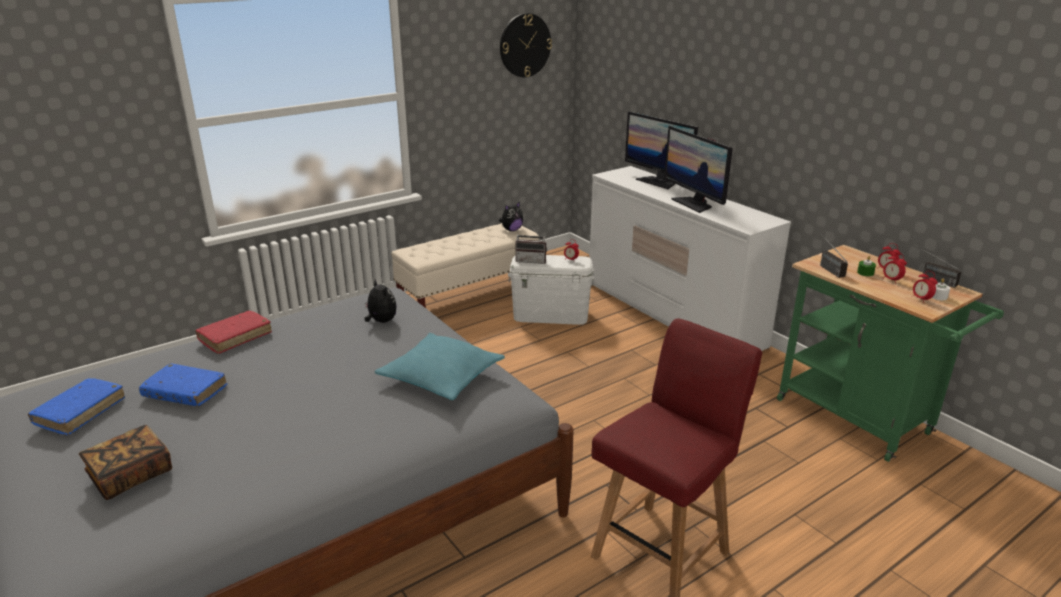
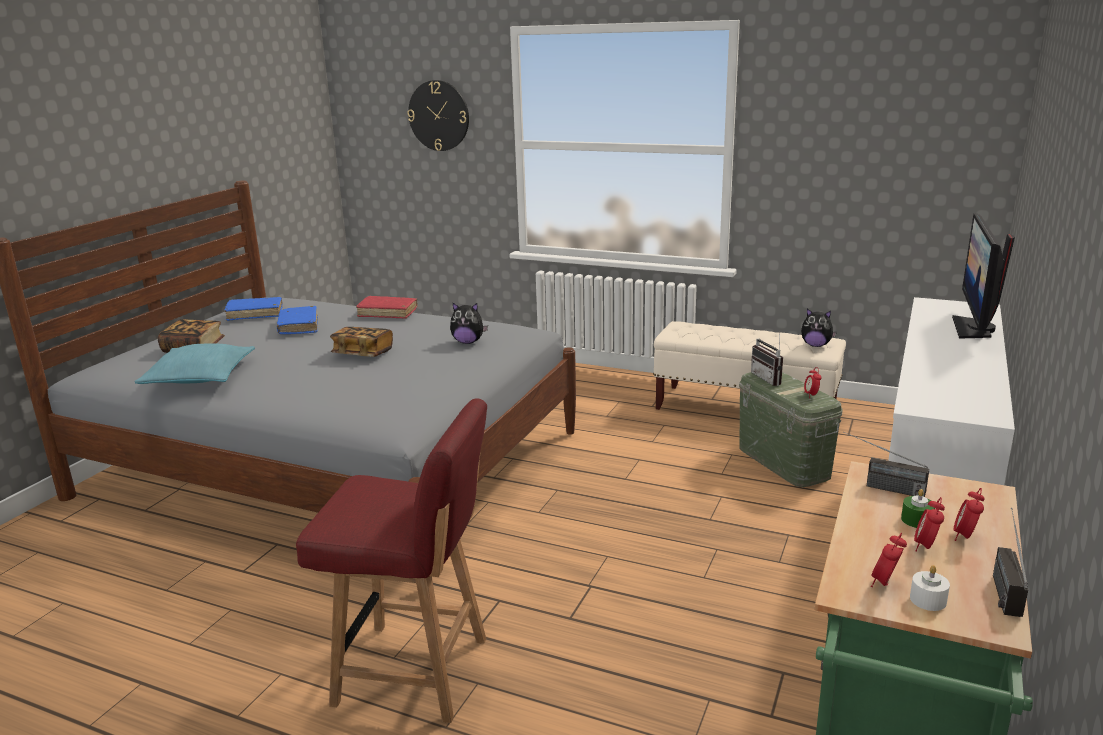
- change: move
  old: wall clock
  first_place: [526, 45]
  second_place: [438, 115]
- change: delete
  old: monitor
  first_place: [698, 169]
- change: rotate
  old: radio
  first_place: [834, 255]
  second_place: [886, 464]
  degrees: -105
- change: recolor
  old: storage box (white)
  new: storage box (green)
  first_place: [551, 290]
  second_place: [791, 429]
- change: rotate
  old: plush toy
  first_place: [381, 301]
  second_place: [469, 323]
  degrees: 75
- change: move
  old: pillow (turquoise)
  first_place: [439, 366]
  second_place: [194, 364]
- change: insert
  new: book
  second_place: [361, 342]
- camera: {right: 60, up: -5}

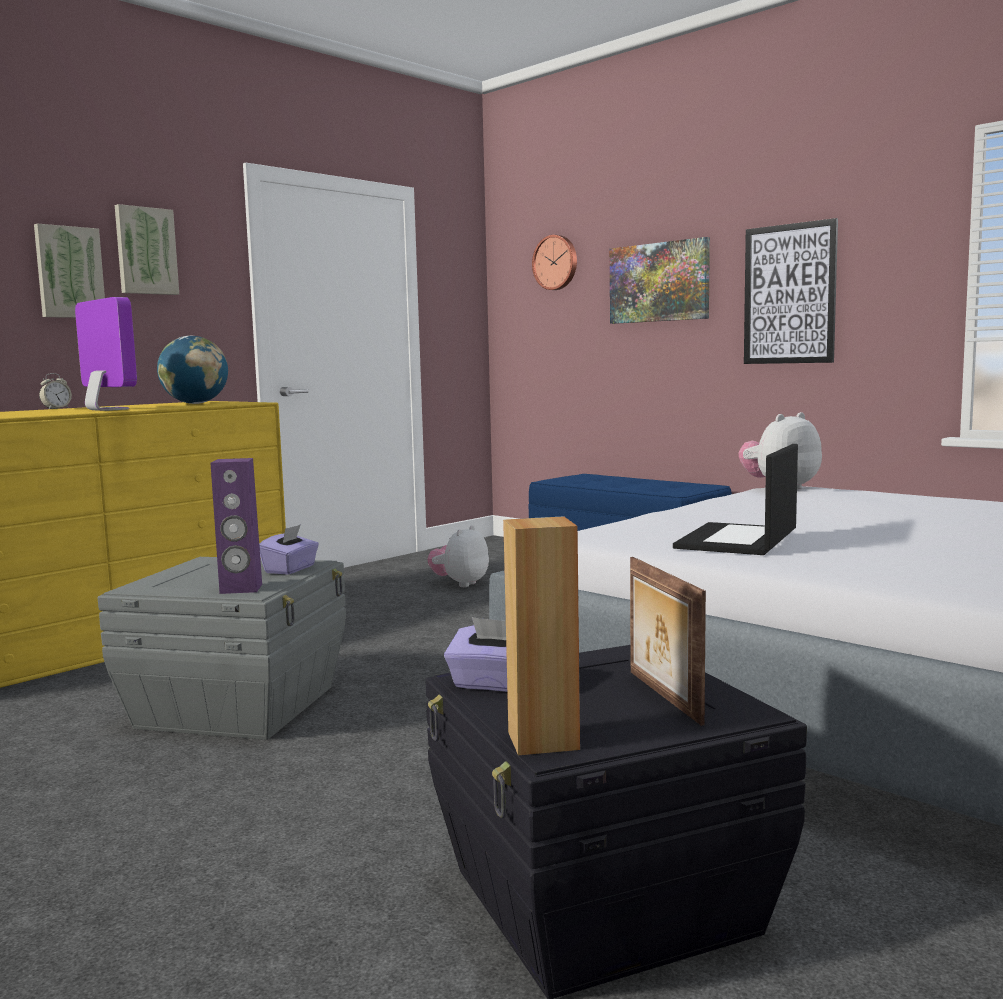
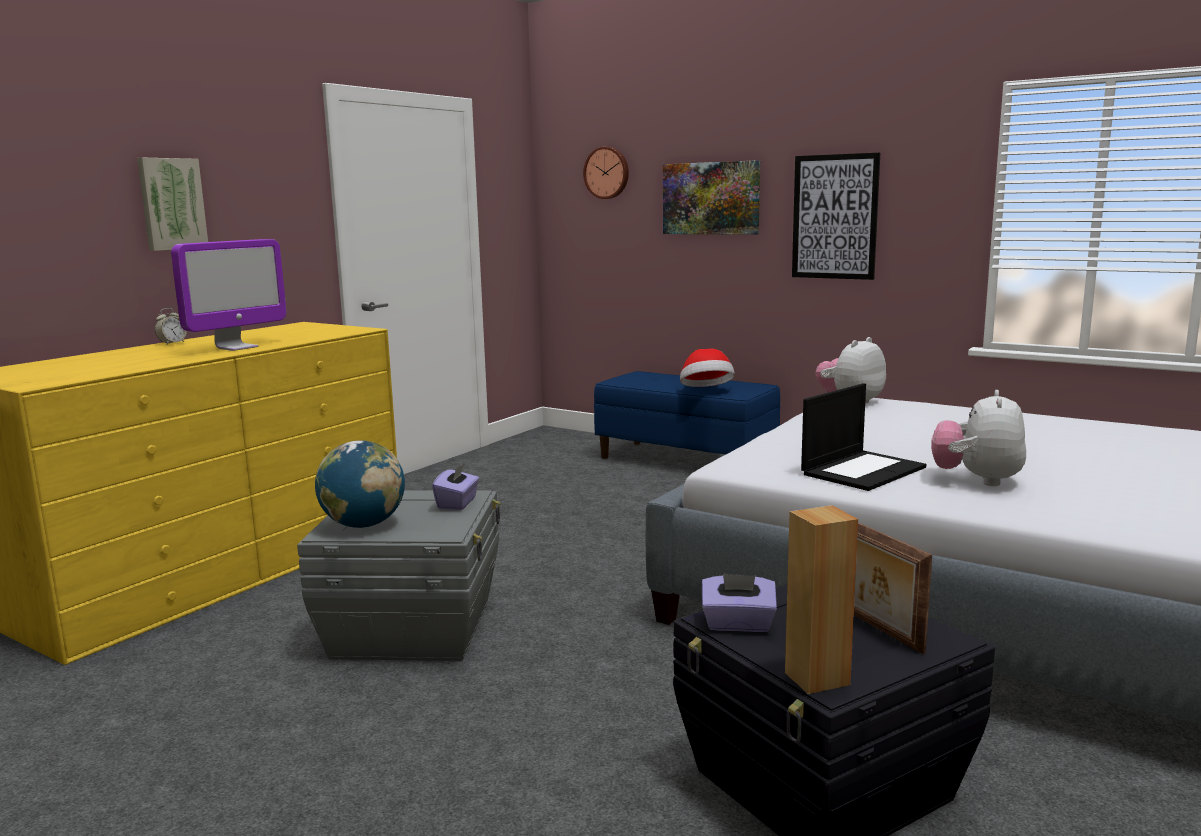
- change: delete
  old: picture
  first_place: [147, 249]
- change: rotate
  old: monitor
  first_place: [106, 354]
  second_place: [228, 295]
  degrees: 90
- change: move
  old: globe
  first_place: [192, 370]
  second_place: [360, 484]
- change: rotate
  old: laptop
  first_place: [735, 499]
  second_place: [863, 437]
  degrees: -150
- change: delete
  old: speaker (purple)
  first_place: [236, 526]
- change: move
  old: plush toy
  first_place: [458, 556]
  second_place: [978, 438]
- change: insert
  new: hat
  second_place: [707, 368]
- camera: {right: -10, up: 5}

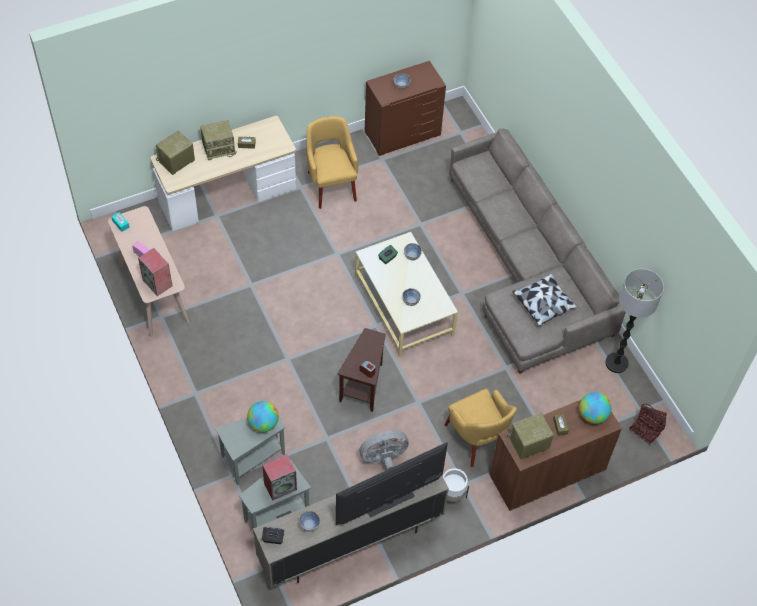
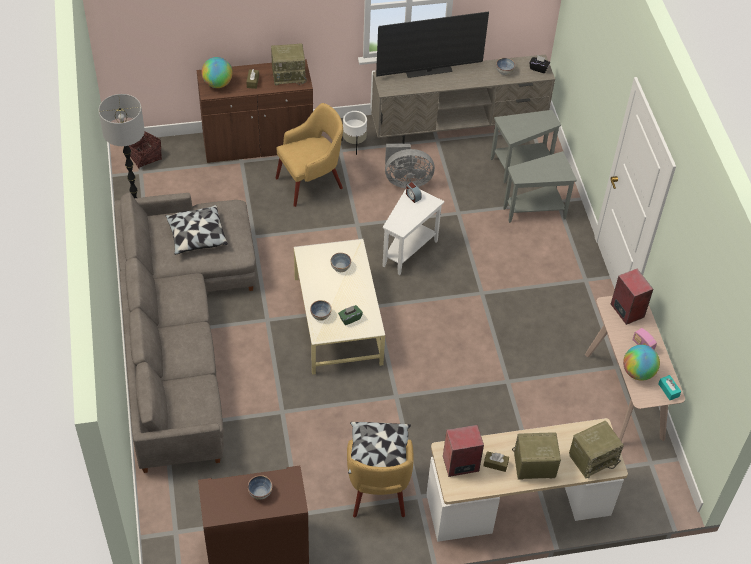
- change: recolor
  old: side table (brown)
  new: side table (white)
  first_place: [362, 370]
  second_place: [413, 232]
- change: rotate
  old: armchair (yellow)
  first_place: [481, 428]
  second_place: [309, 155]
  degrees: 75
- change: move
  old: globe
  first_place: [263, 416]
  second_place: [641, 363]
- change: move
  old: speaker
  first_place: [279, 477]
  second_place: [463, 450]
- change: insert
  new: pillow
  second_place: [379, 448]
- camera: {right: -165, up: -5}

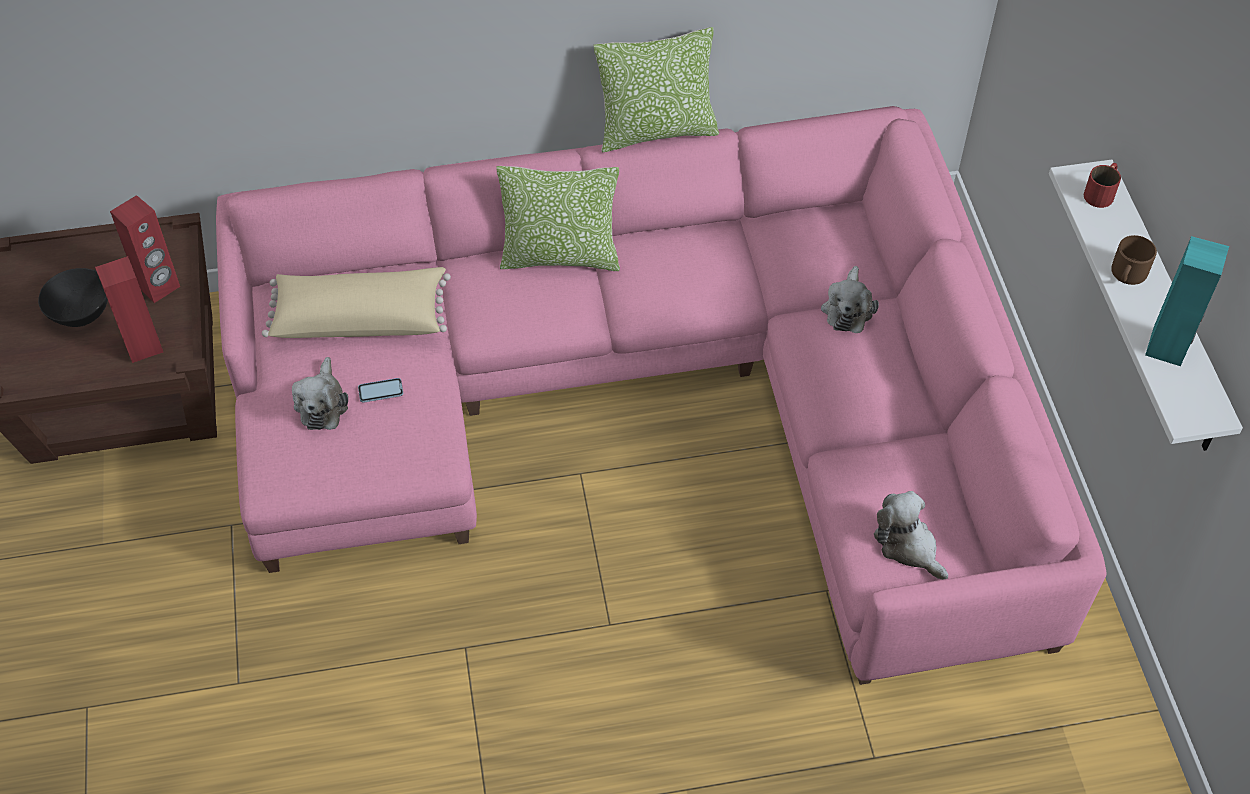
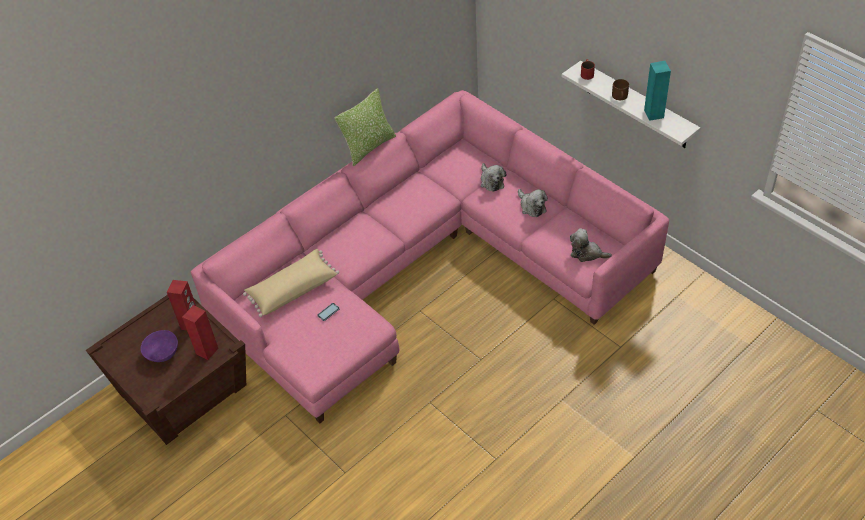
- change: delete
  old: pillow
  first_place: [558, 218]
- change: recolor
  old: bowl (black)
  new: bowl (purple)
  first_place: [73, 297]
  second_place: [159, 346]
- change: move
  old: plush toy
  first_place: [320, 393]
  second_place: [533, 203]
- camera: {right: -30, up: -5}

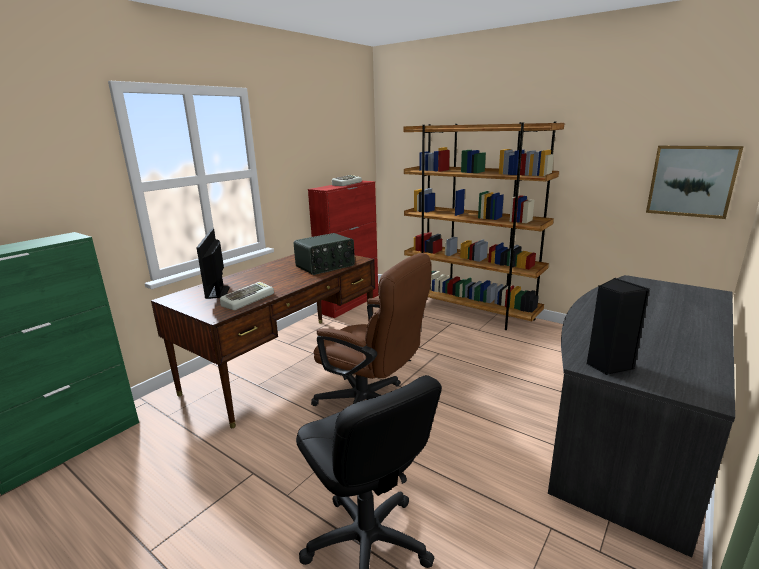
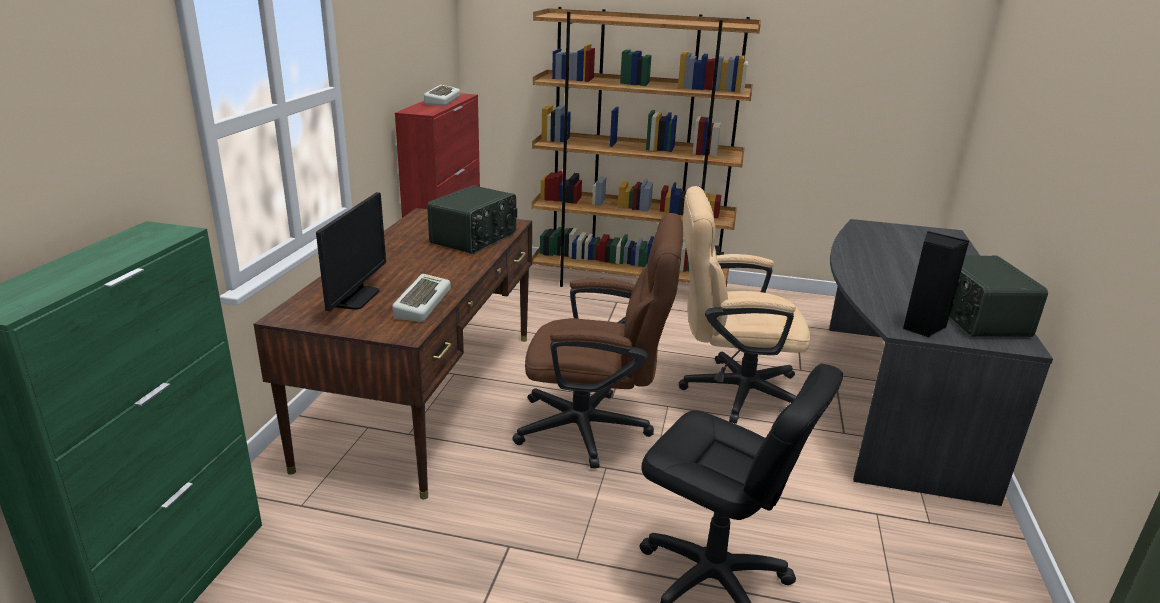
- change: delete
  old: picture
  first_place: [695, 182]
- change: rotate
  old: monitor
  first_place: [213, 263]
  second_place: [351, 251]
  degrees: -135
- change: insert
  new: office chair (beige)
  second_place: [745, 305]
- change: insert
  new: radio
  second_place: [998, 296]
- camera: {right: -25, up: 5}

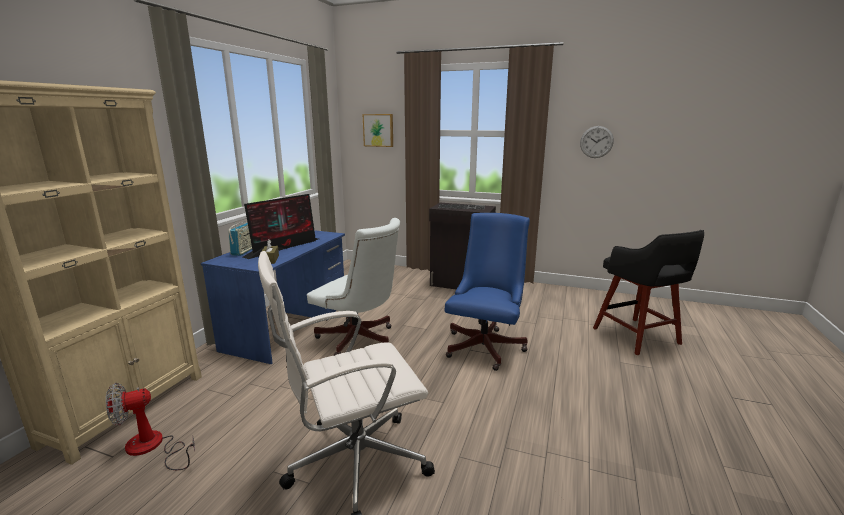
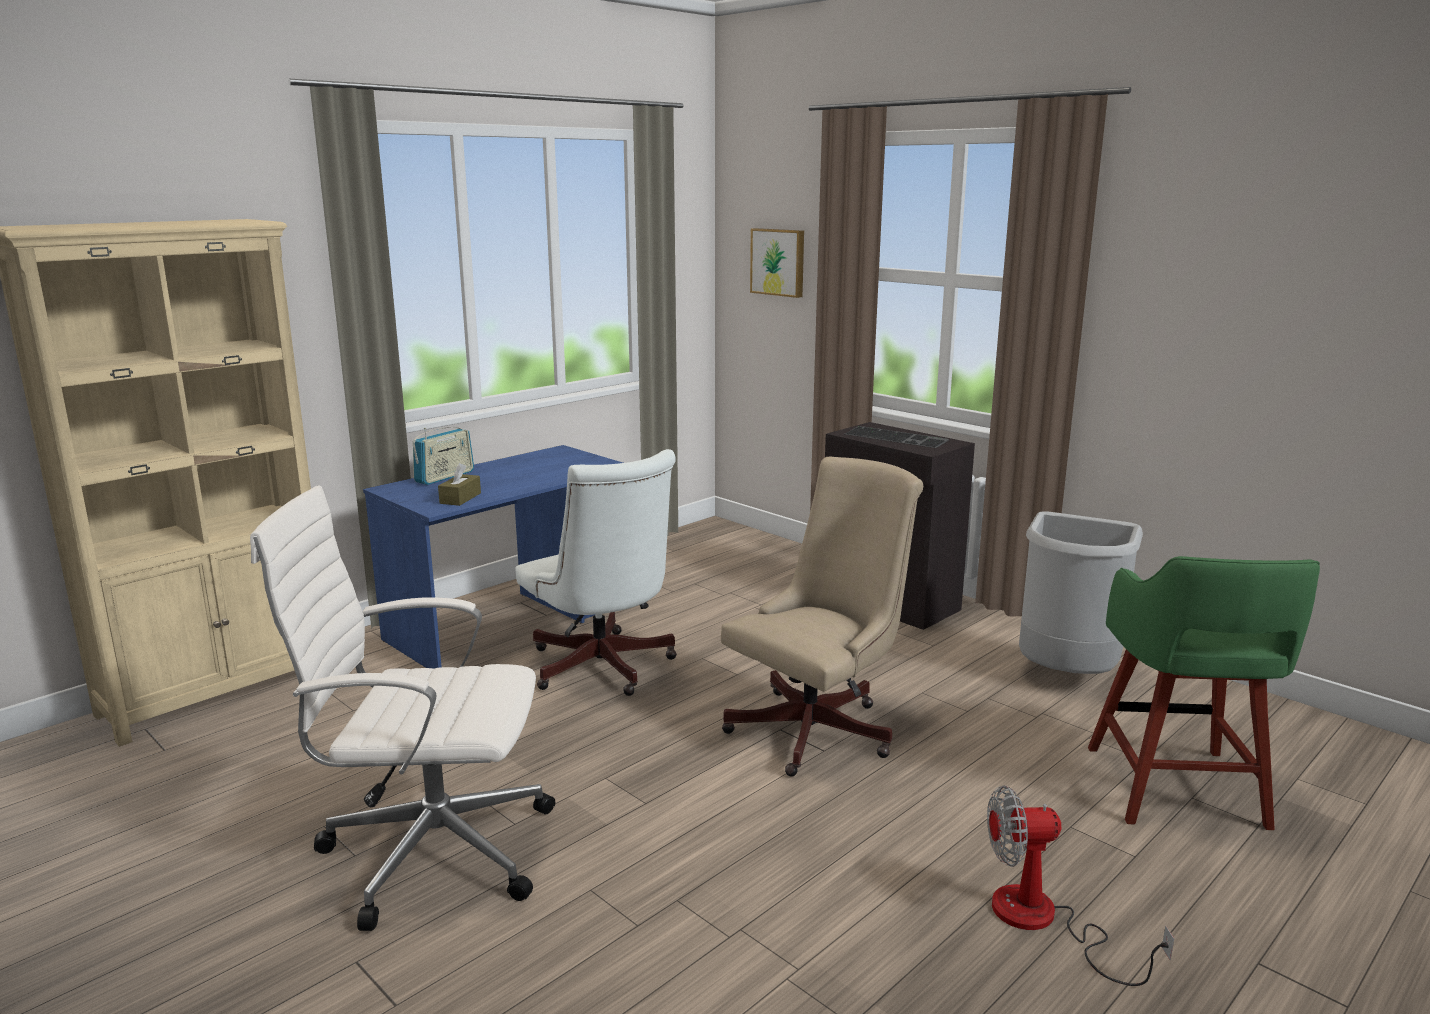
- change: delete
  old: wall clock
  first_place: [597, 142]
- change: delete
  old: monitor
  first_place: [280, 226]
- change: recolor
  old: office chair (blue)
  new: office chair (beige)
  first_place: [487, 292]
  second_place: [822, 617]
- change: recolor
  old: stool (black)
  new: stool (green)
  first_place: [648, 292]
  second_place: [1204, 693]
- change: move
  old: fan
  first_place: [150, 426]
  second_place: [1080, 885]
- change: insert
  new: trash can (grey)
  second_place: [1081, 593]
- camera: {right: 25, up: 0}

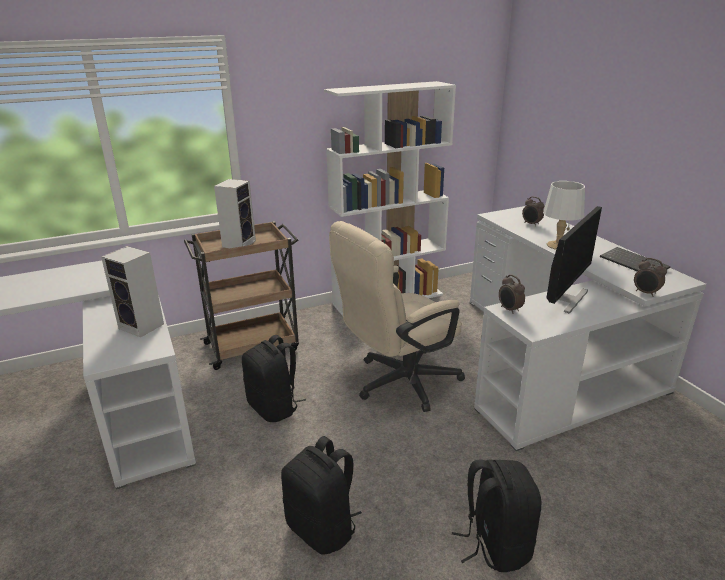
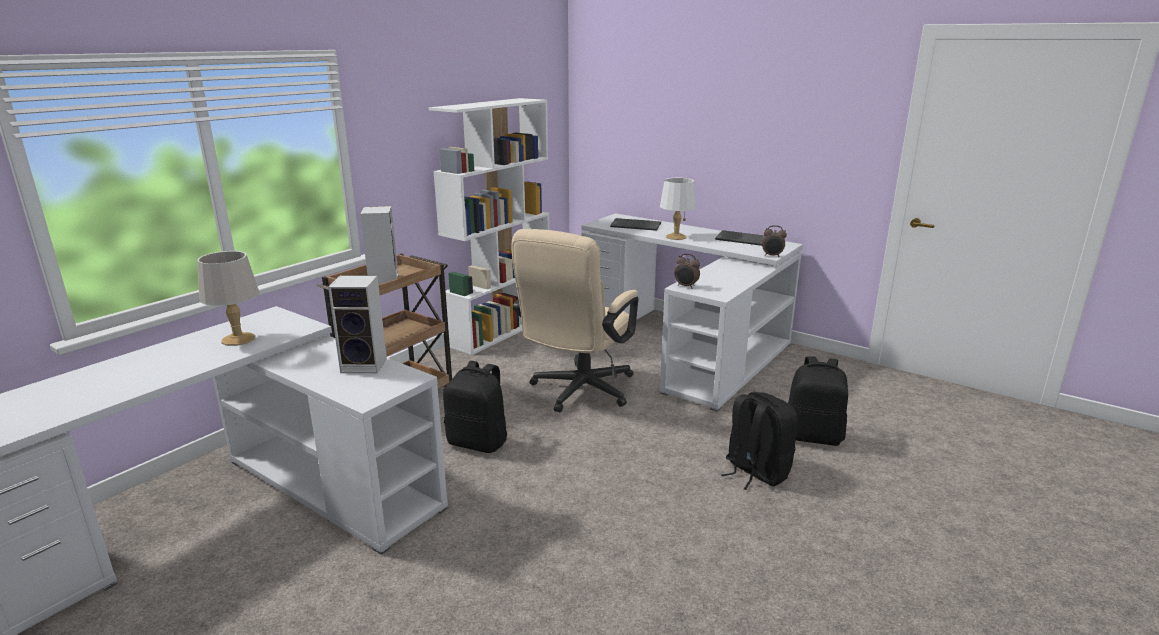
- change: replace
  old: alarm clock
  new: keyboard
  first_place: [533, 211]
  second_place: [635, 224]
- change: delete
  old: monitor
  first_place: [574, 260]
- change: move
  old: backpack (black)
  first_place: [321, 495]
  second_place: [818, 401]
- change: insert
  new: table lamp (grey)
  second_place: [228, 298]
- camera: {right: -30, up: -5}

